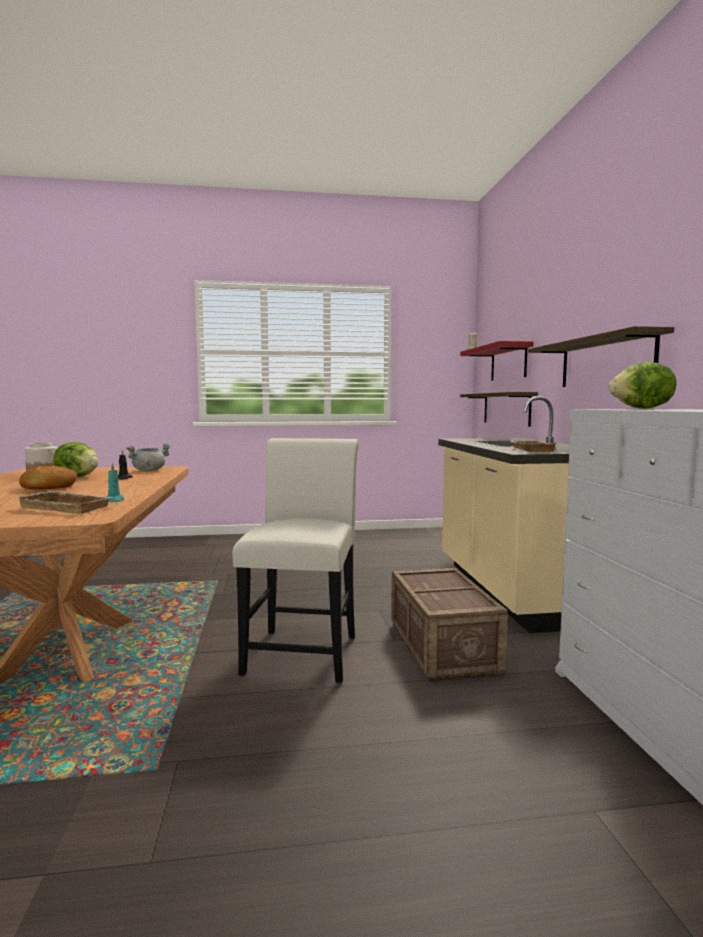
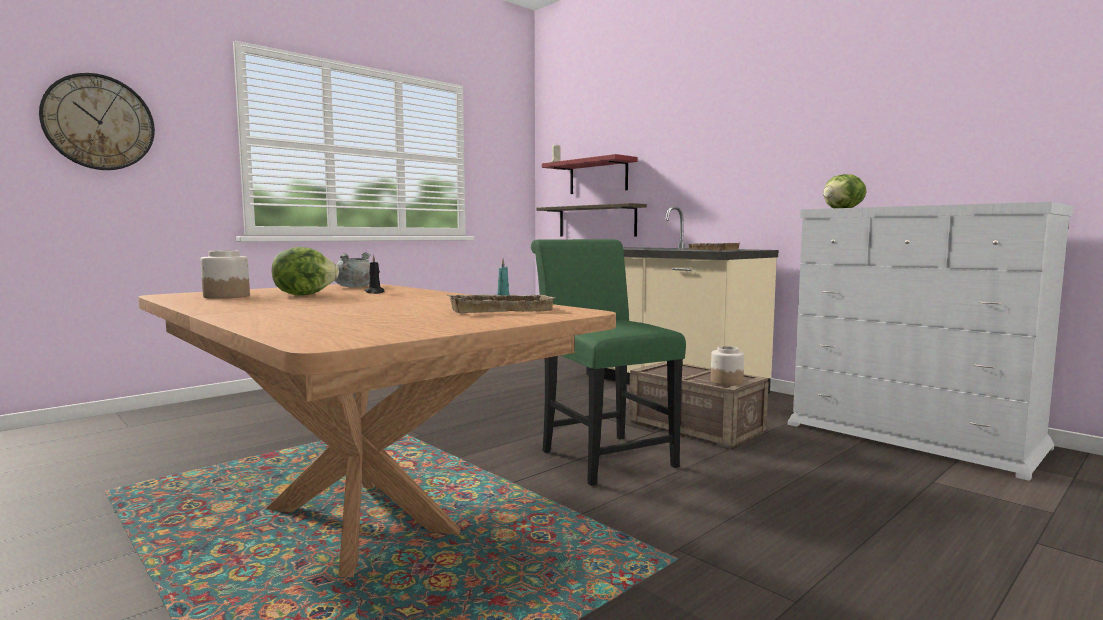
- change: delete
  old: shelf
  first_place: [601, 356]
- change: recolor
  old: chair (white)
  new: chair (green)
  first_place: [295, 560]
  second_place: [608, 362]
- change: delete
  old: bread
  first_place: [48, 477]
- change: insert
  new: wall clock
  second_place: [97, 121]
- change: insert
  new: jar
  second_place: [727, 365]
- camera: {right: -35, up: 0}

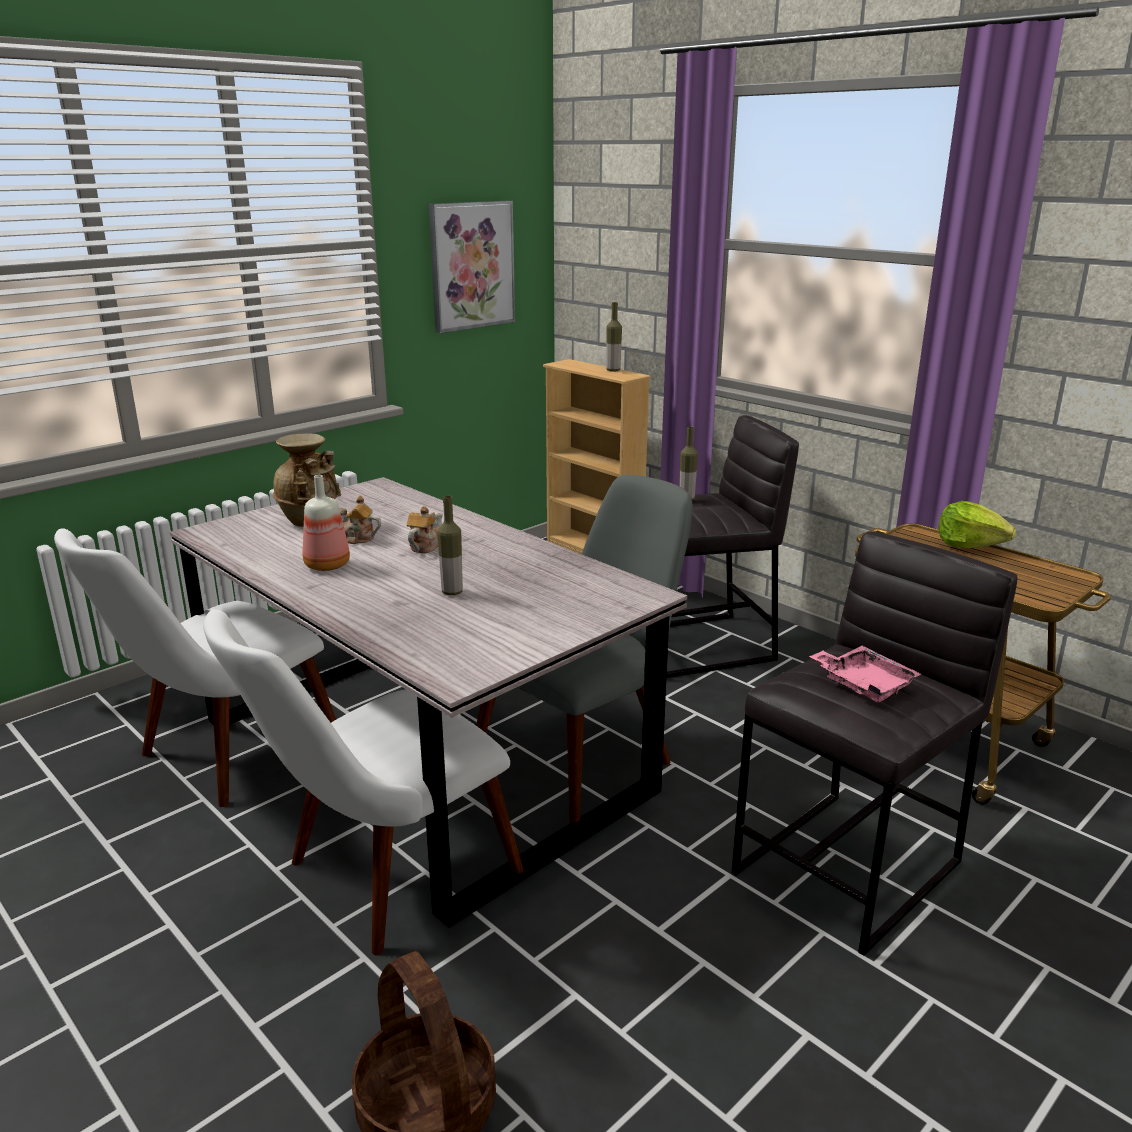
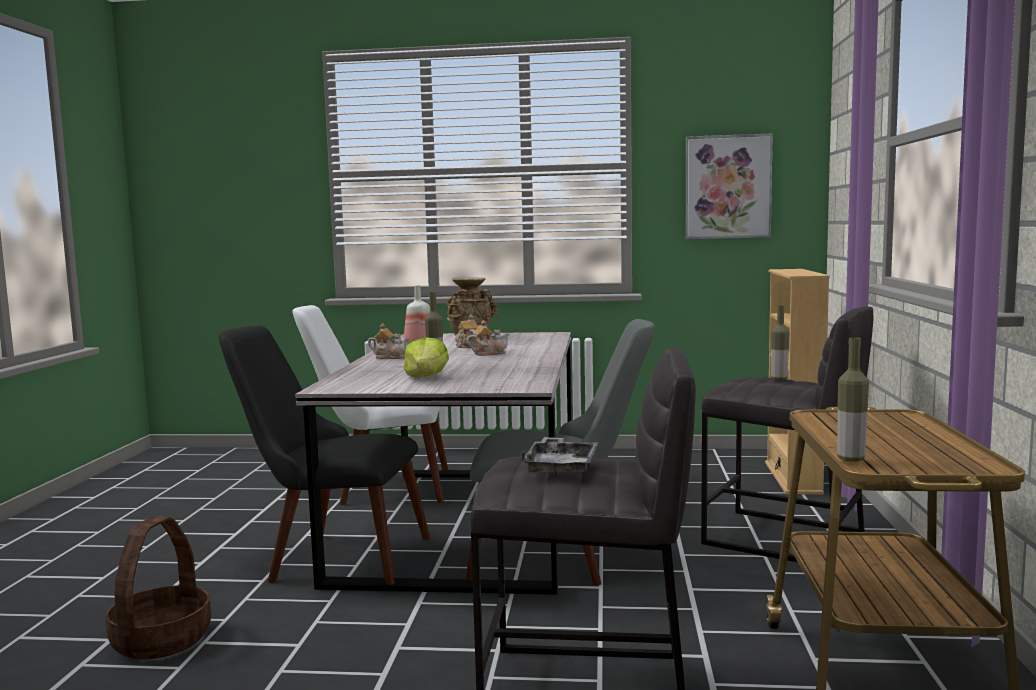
- change: move
  old: bottle
  first_place: [614, 337]
  second_place: [853, 399]
- change: move
  old: lettuce
  first_place: [977, 524]
  second_place: [426, 357]
- change: recolor
  old: chair (white)
  new: chair (black)
  first_place: [363, 782]
  second_place: [324, 455]
- change: recolor
  old: tray (pink)
  new: tray (grey)
  first_place: [865, 674]
  second_place: [560, 456]
- change: insert
  new: teapot
  second_place: [389, 341]
- camera: {right: 50, up: -15}

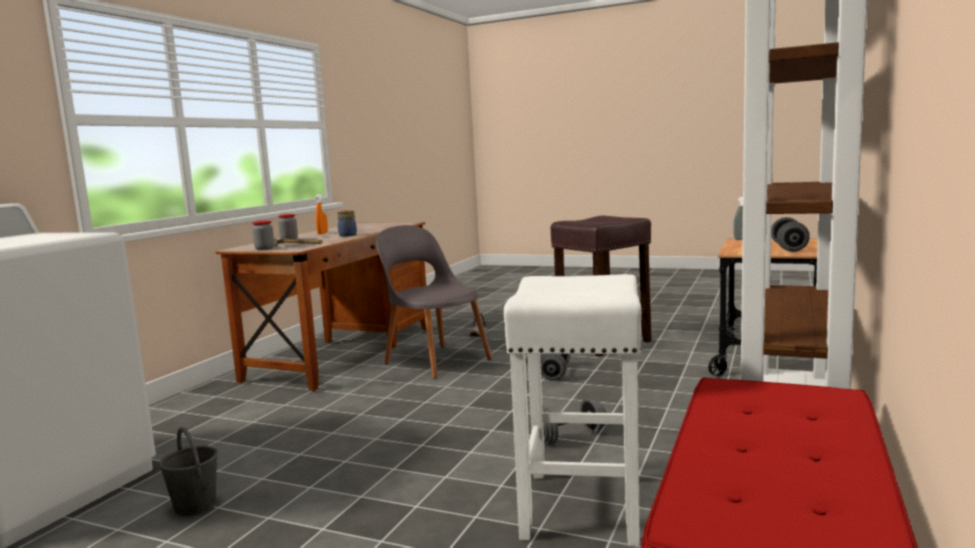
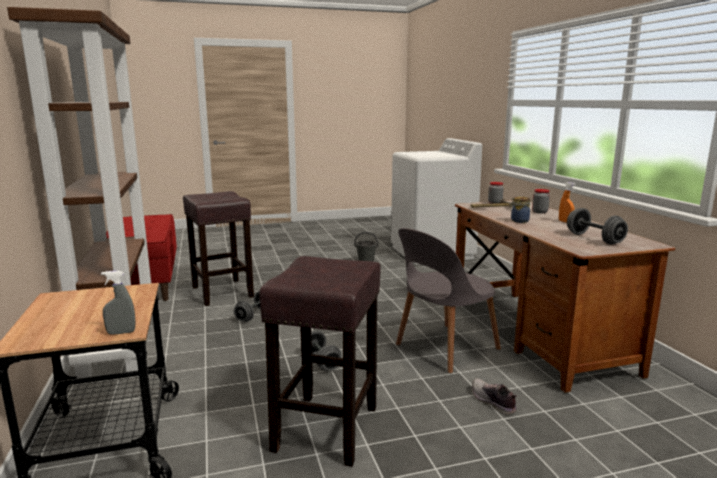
- change: move
  old: dumbbell (grey)
  first_place: [790, 234]
  second_place: [597, 226]
- change: rotate
  old: chair (grey)
  first_place: [434, 302]
  second_place: [448, 300]
  degrees: 135
- change: recolor
  old: stool (white)
  new: stool (brown)
  first_place: [572, 410]
  second_place: [218, 248]
- camera: {right: 140, up: 5}

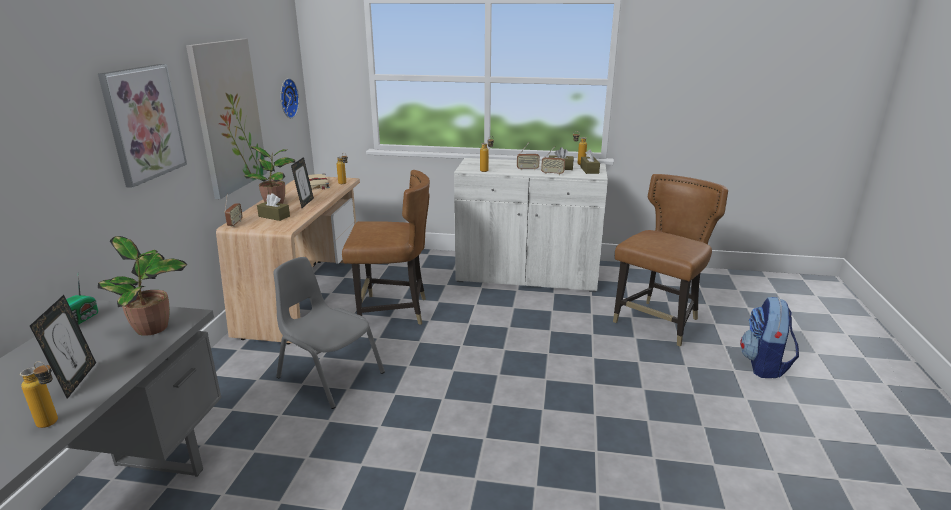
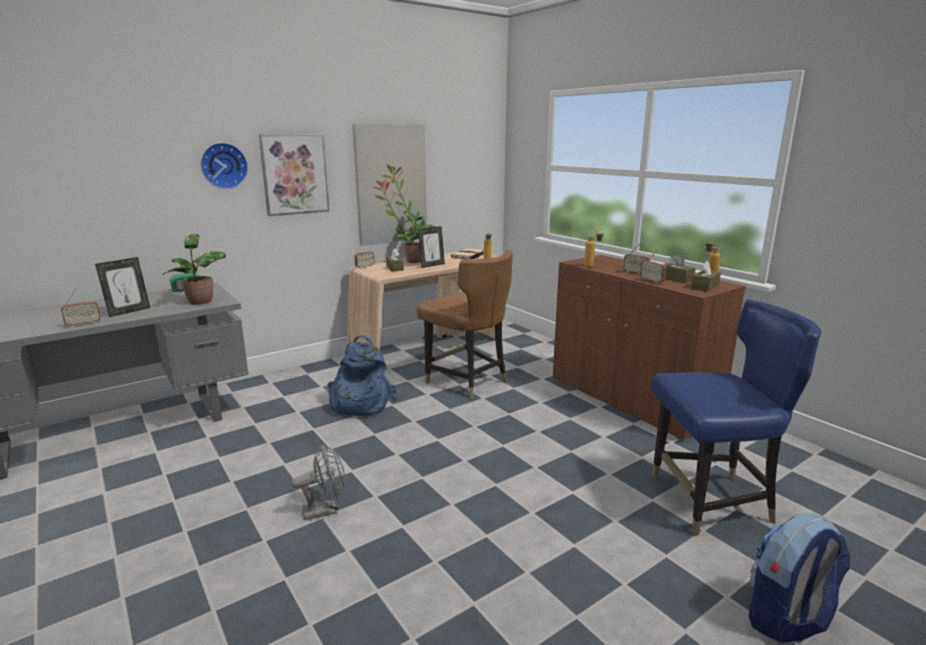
- change: move
  old: wall clock
  first_place: [289, 98]
  second_place: [224, 165]
- change: recolor
  old: cabinet (white)
  new: cabinet (brown)
  first_place: [531, 225]
  second_place: [649, 348]
- change: recolor
  old: chair (brown)
  new: chair (blue)
  first_place: [670, 260]
  second_place: [736, 417]
- change: replace
  old: chair (grey)
  new: backpack (blue)
  first_place: [329, 333]
  second_place: [362, 375]
- change: replace
  old: bottle
  new: radio
  first_place: [39, 394]
  second_place: [80, 307]
- change: insert
  new: fan (grey)
  second_place: [318, 482]
- camera: {right: 45, up: -5}

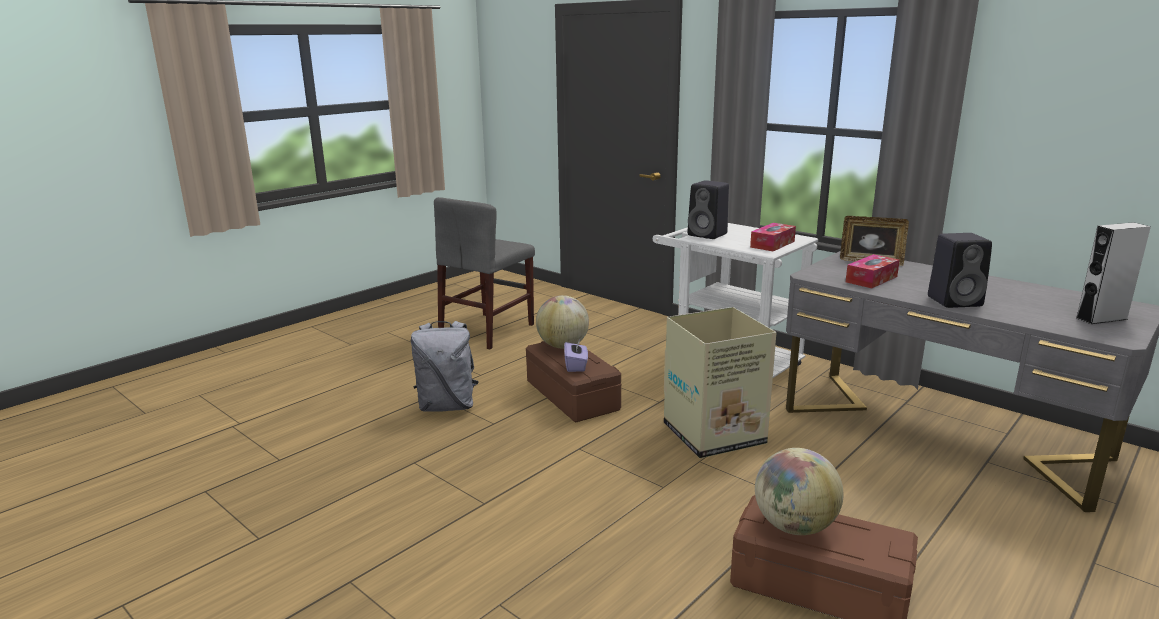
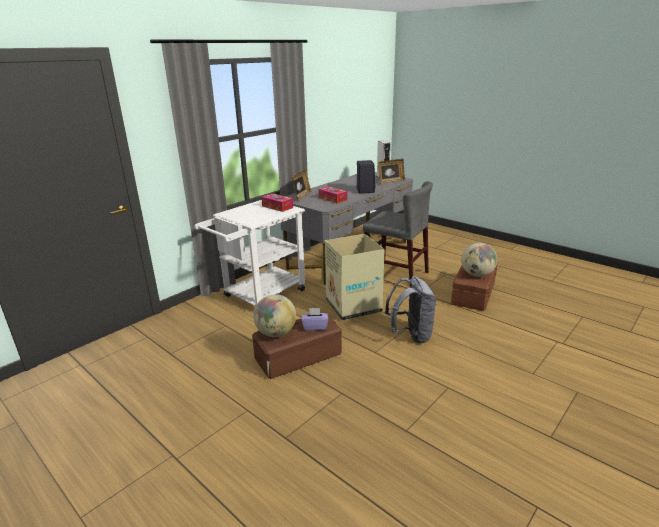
- change: delete
  old: speaker (black)
  first_place: [708, 209]
- change: move
  old: chair (grey)
  first_place: [484, 273]
  second_place: [398, 230]
- change: move
  old: backpack (grey)
  first_place: [445, 366]
  second_place: [410, 310]
- change: insert
  new: picture frame
  second_place: [391, 171]
- camera: {right: -90, up: 5}

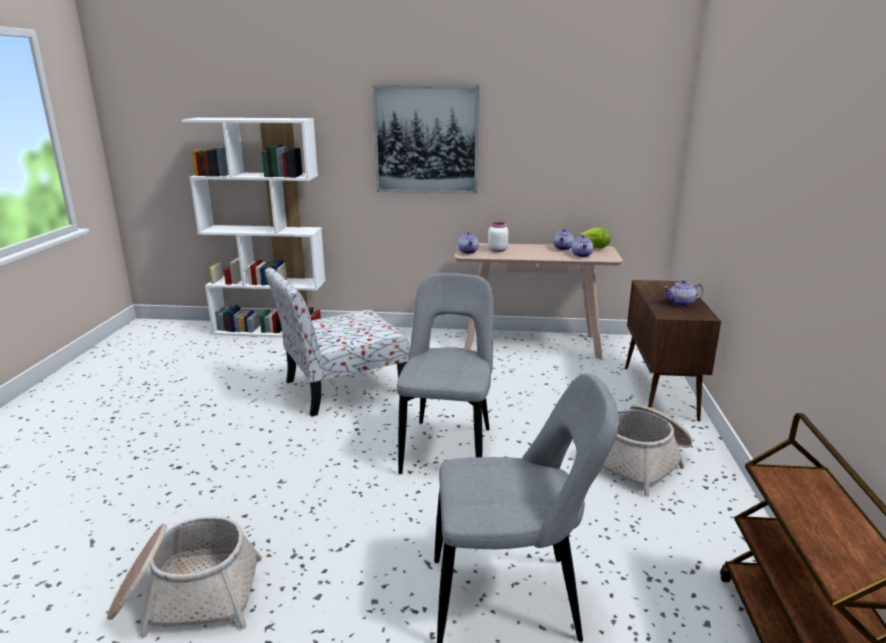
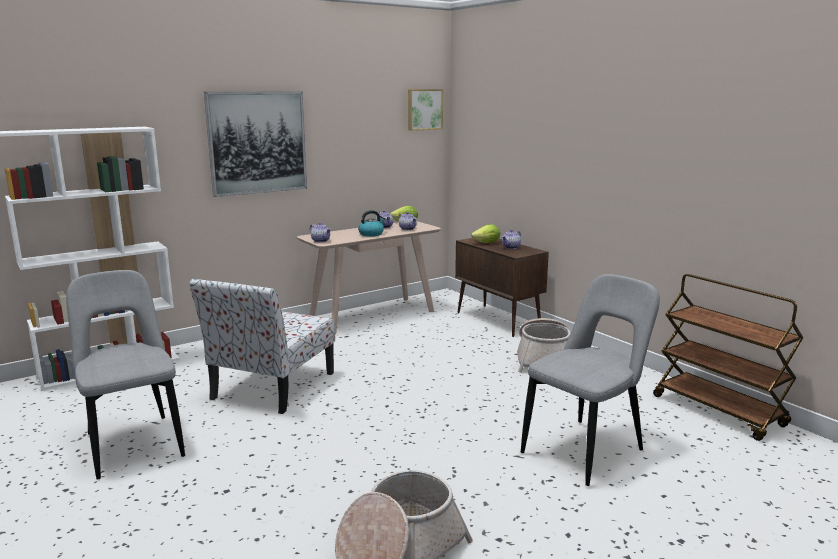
- change: delete
  old: jar (white)
  first_place: [498, 237]
- change: move
  old: chair (grey)
  first_place: [445, 373]
  second_place: [125, 375]
- change: insert
  new: picture
  second_place: [425, 110]
- change: insert
  new: kettle
  second_place: [371, 223]
- change: insert
  new: lettuce
  second_place: [485, 233]
- camera: {right: -40, up: -5}

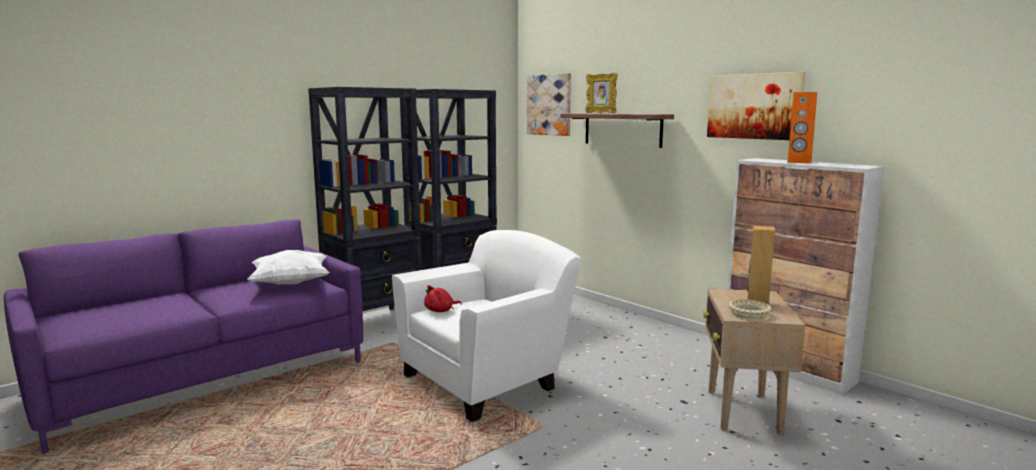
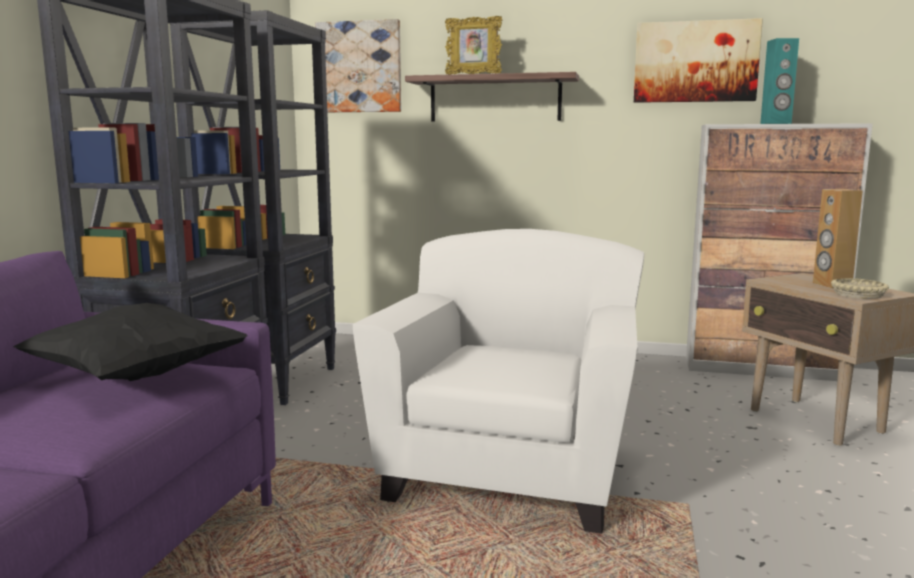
- change: recolor
  old: speaker (orange)
  new: speaker (turquoise)
  first_place: [802, 128]
  second_place: [779, 81]
- change: recolor
  old: pillow (white)
  new: pillow (black)
  first_place: [288, 267]
  second_place: [130, 342]
- change: delete
  old: plush toy (red)
  first_place: [443, 298]
- camera: {right: -35, up: 0}

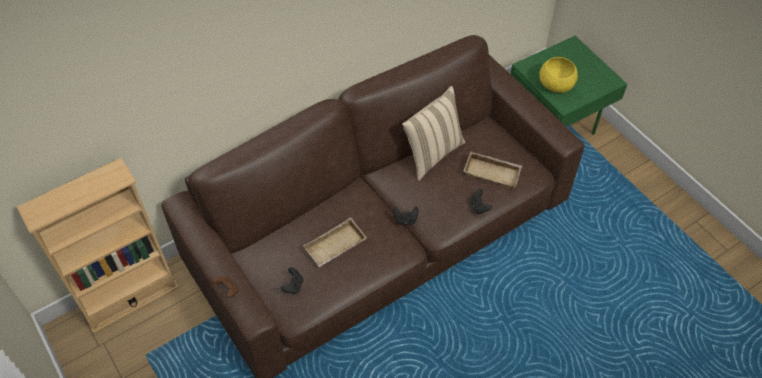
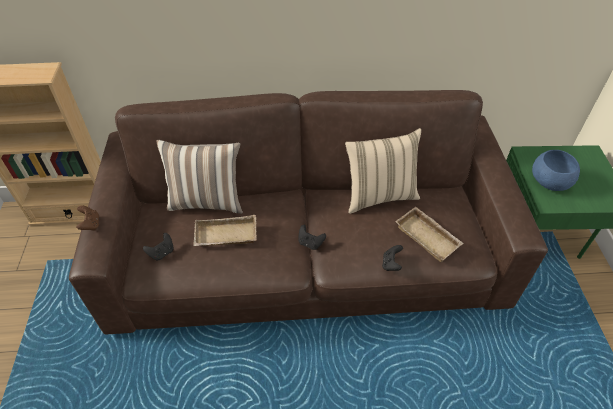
- change: recolor
  old: bowl (yellow)
  new: bowl (blue)
  first_place: [558, 75]
  second_place: [556, 170]
- change: insert
  new: pillow
  second_place: [200, 177]
- camera: {right: 30, up: -5}

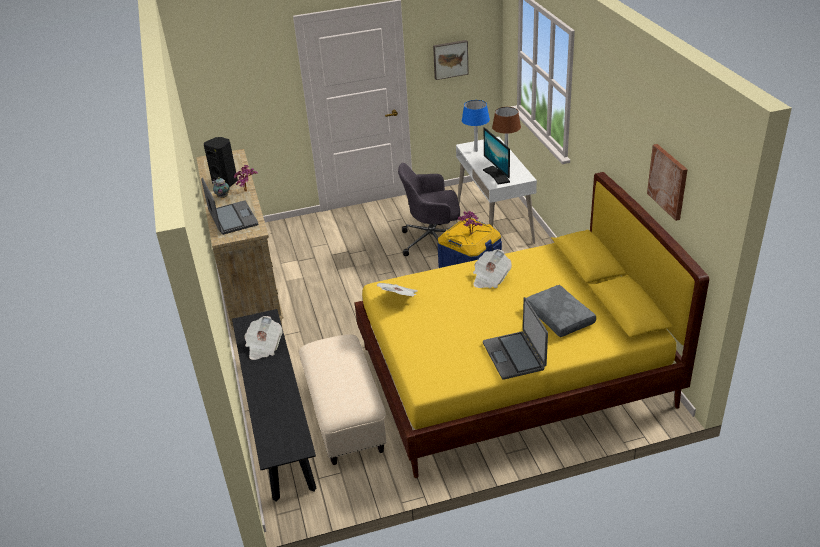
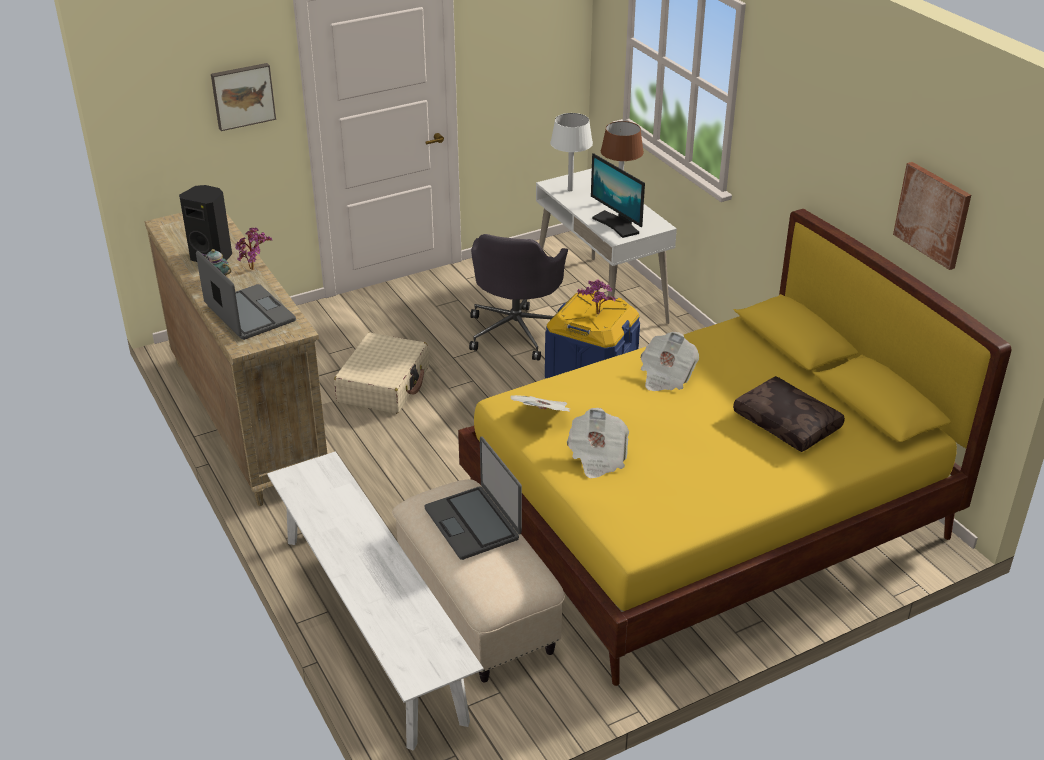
- change: move
  old: picture
  first_place: [451, 60]
  second_place: [243, 97]
- change: recolor
  old: table lamp (blue)
  new: table lamp (white)
  first_place: [476, 126]
  second_place: [571, 152]
- change: rotate
  old: office chair (grey)
  first_place: [429, 209]
  second_place: [518, 297]
  degrees: -60
- change: recolor
  old: pillow (grey)
  new: pillow (brown)
  first_place: [561, 311]
  second_place: [789, 414]
- change: move
  old: laptop
  first_place: [515, 338]
  second_place: [473, 498]
- change: recolor
  old: bench (black)
  new: bench (white)
  first_place: [274, 405]
  second_place: [375, 601]
- change: move
  old: newspaper
  first_place: [263, 338]
  second_place: [598, 443]
- change: insert
  new: suitcase (beige)
  second_place: [381, 373]
- camera: {right: -15, up: 0}

